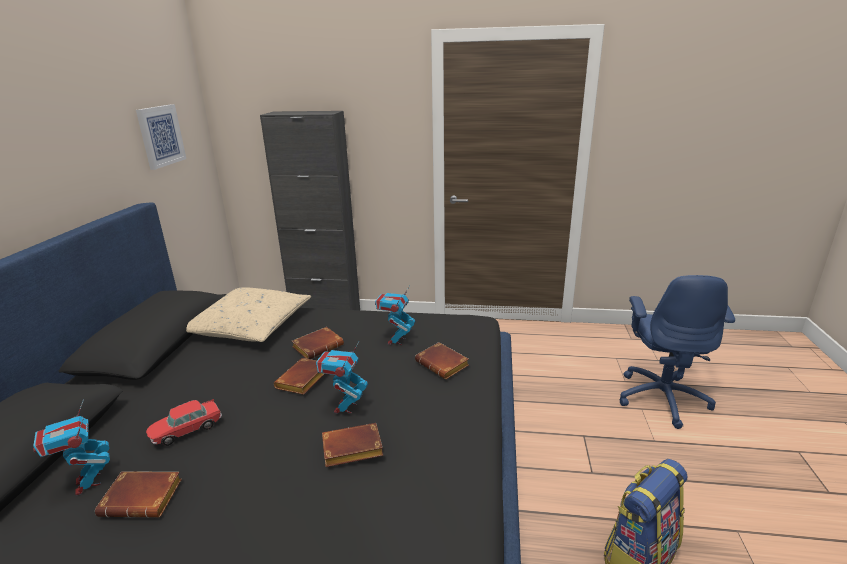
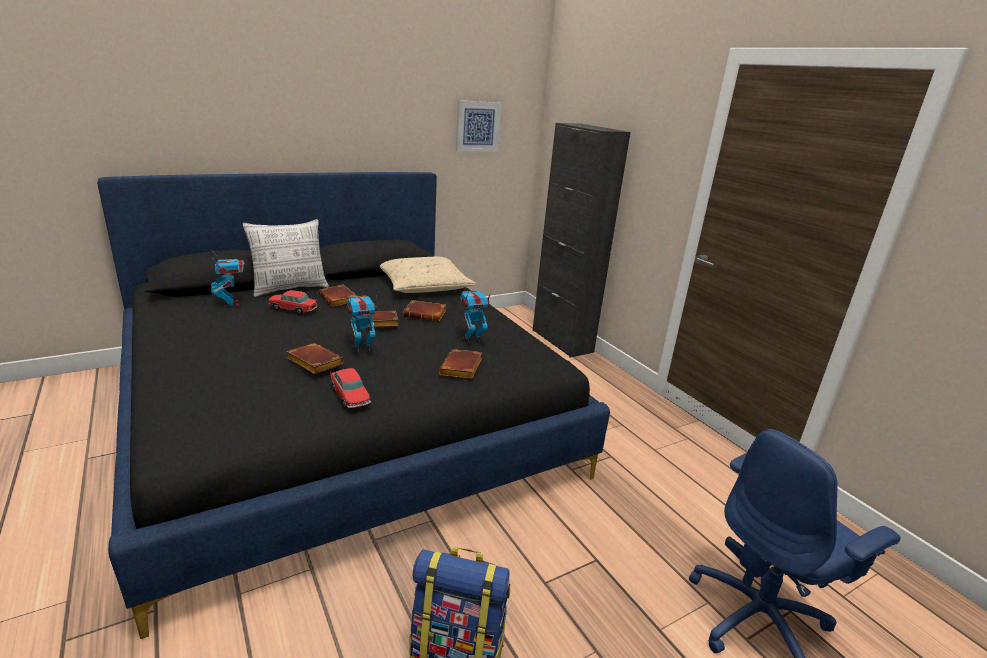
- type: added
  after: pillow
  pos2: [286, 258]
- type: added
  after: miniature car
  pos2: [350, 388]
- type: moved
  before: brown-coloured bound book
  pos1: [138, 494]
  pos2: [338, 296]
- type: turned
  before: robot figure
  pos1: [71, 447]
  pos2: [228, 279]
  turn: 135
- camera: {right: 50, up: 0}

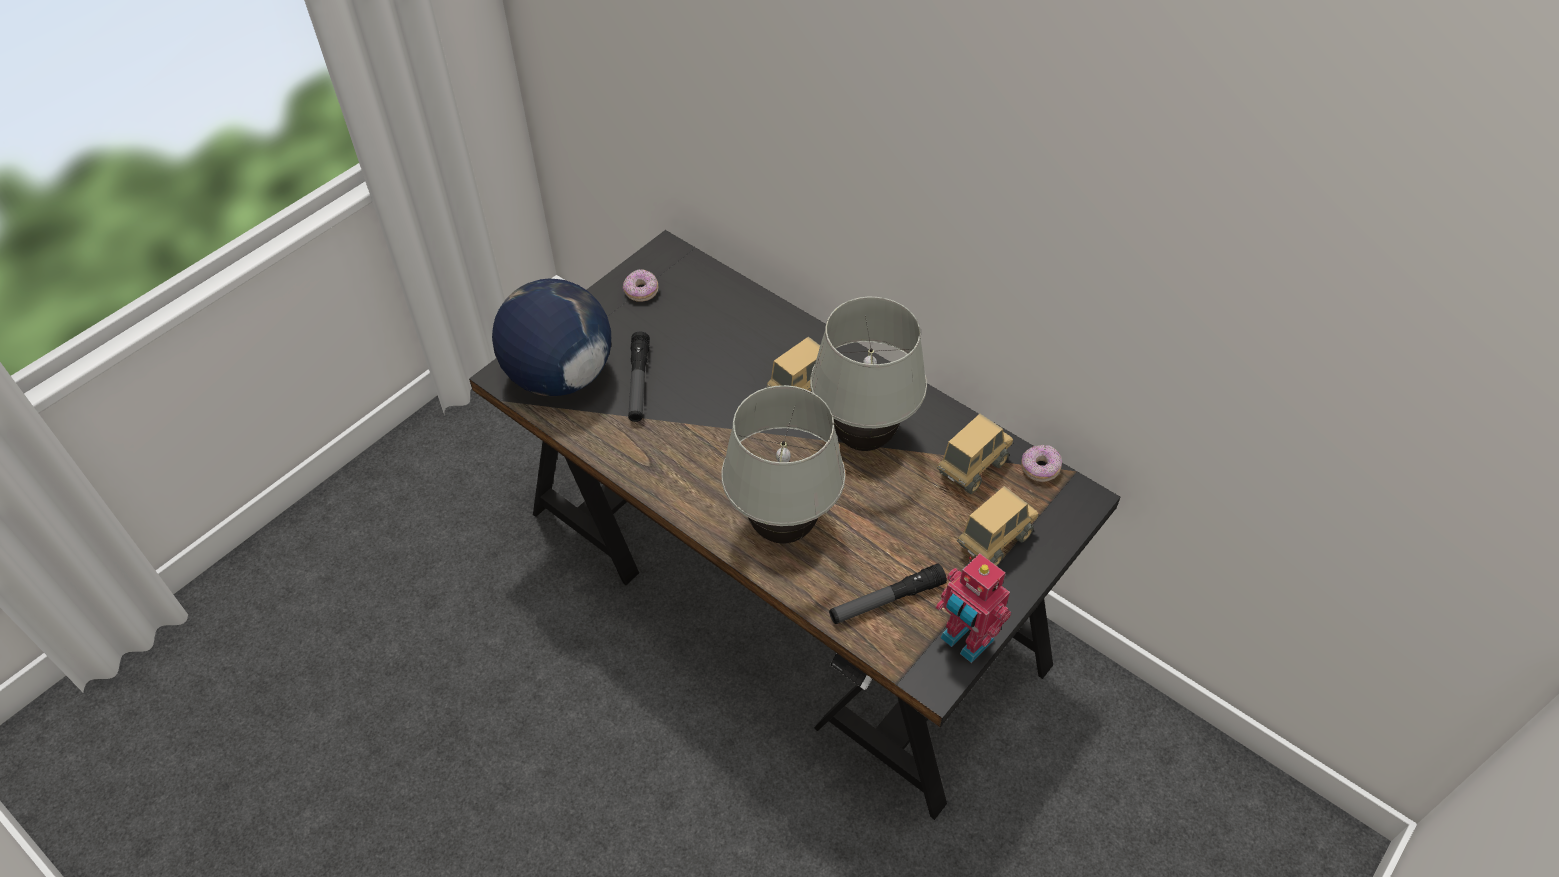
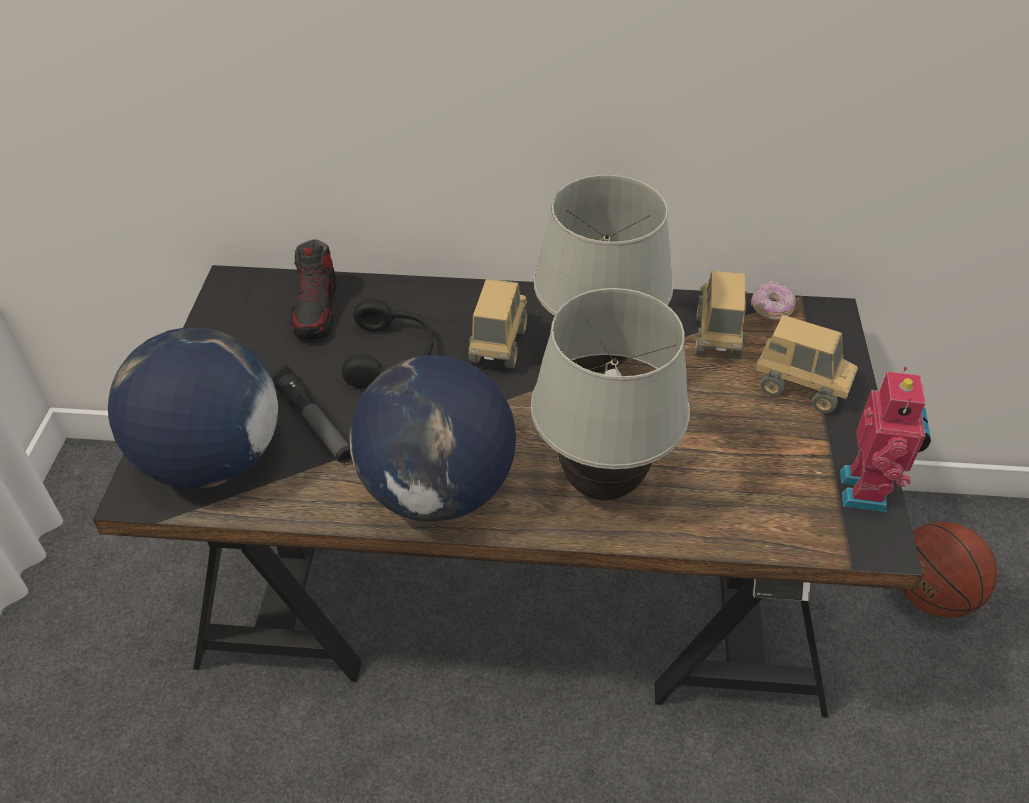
- type: removed
  before: donut
  pos1: [640, 285]
- type: removed
  before: hand torch
  pos1: [888, 593]
- type: added
  after: low shoe
  pos2: [314, 289]
- type: added
  after: black headphones
  pos2: [388, 344]
- type: added
  after: world globe
  pos2: [432, 438]
- type: added
  after: ball for basketball
  pos2: [949, 570]
- type: turned
  before: robot figure
  pos1: [973, 608]
  pos2: [885, 439]
  turn: -90
- type: turned
  before: toy truck
  pos1: [997, 526]
  pos2: [806, 364]
  turn: 105
- camera: {right: -35, up: -5}

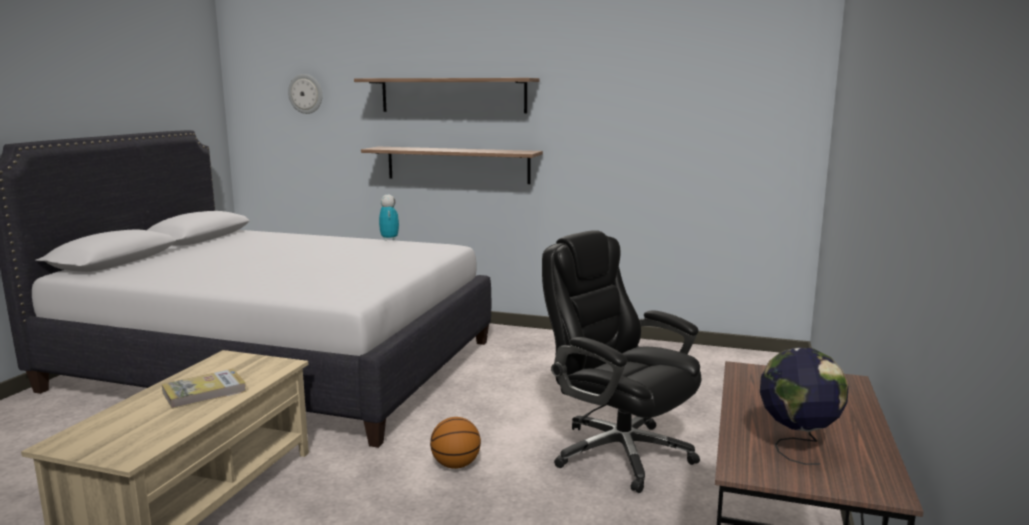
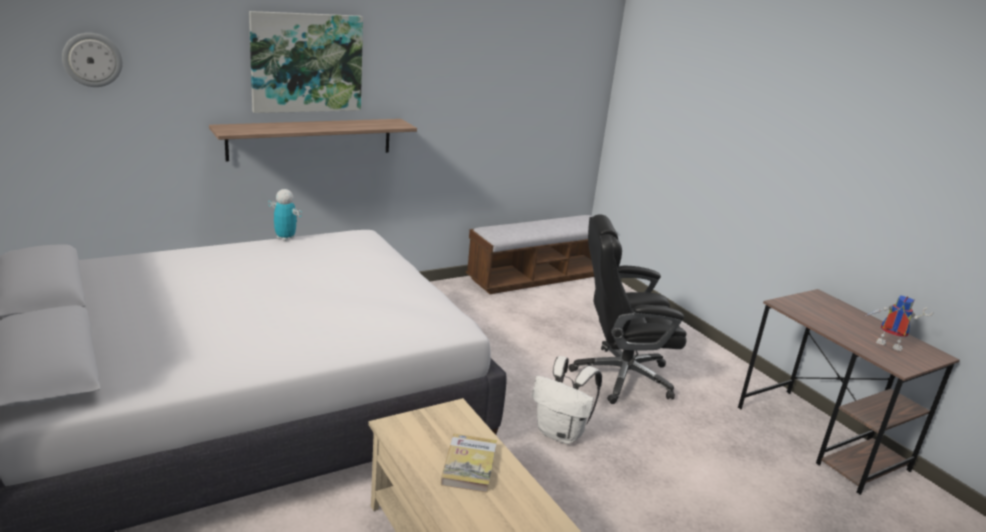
- type: added
  after: bench
  pos2: [530, 254]
- type: replaced
  before: wall shelf
  after: wall art
  pos1: [447, 95]
  pos2: [306, 62]
- type: replaced
  before: ball for basketball
  after: white-coloured knapsack
  pos1: [455, 443]
  pos2: [567, 400]
- type: replaced
  before: world globe
  after: robot figure
  pos1: [804, 406]
  pos2: [899, 323]
- camera: {right: -50, up: 10}

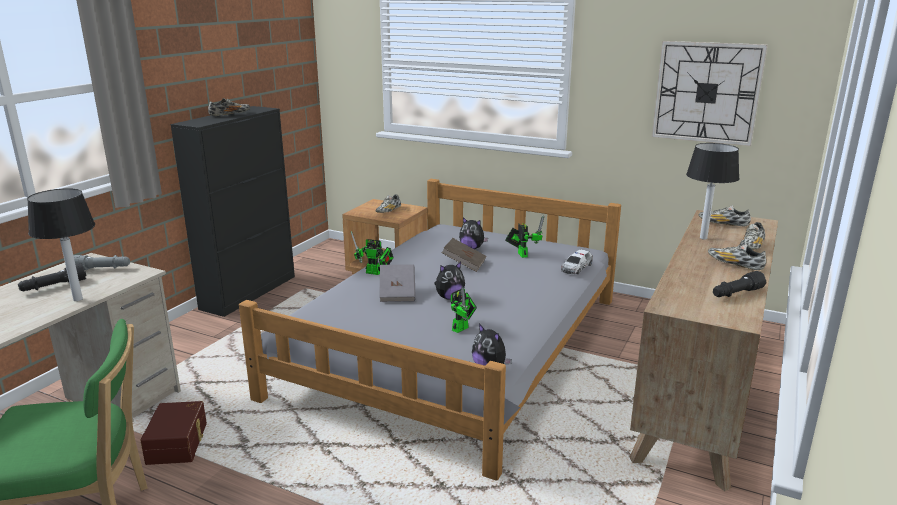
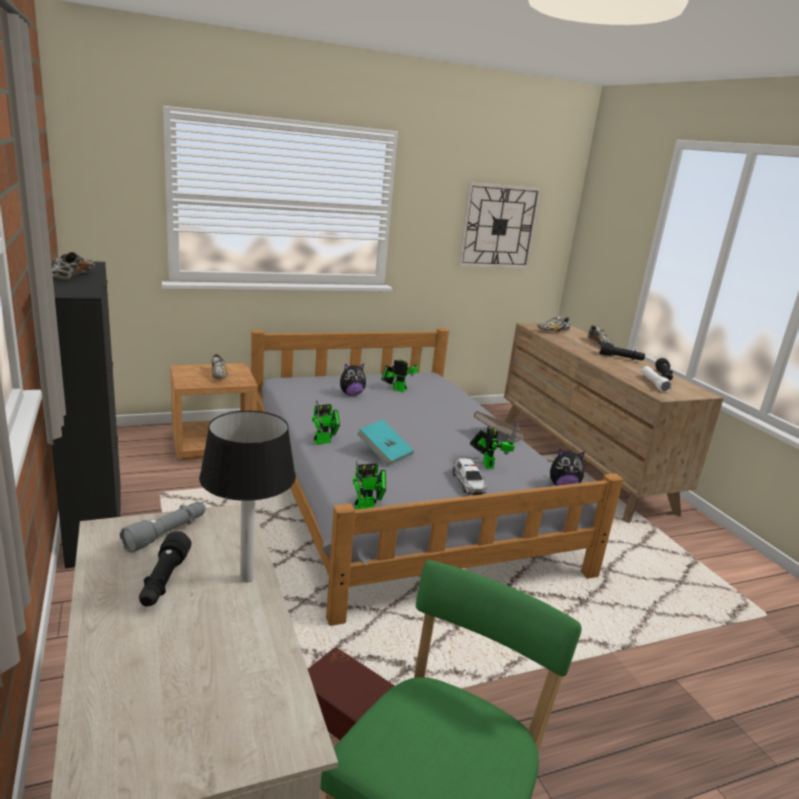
- type: removed
  before: soft toy
  pos1: [449, 281]
- type: removed
  before: tabletop lamp
  pos1: [713, 191]
- type: added
  after: robot figure
  pos2: [369, 484]
- type: added
  after: white-coloured hand torch
  pos2: [656, 379]
- type: moved
  before: brown-coloured bound book
  pos1: [464, 255]
  pos2: [499, 425]
- type: moved
  before: miniature car
  pos1: [577, 262]
  pos2: [469, 476]
- type: replaced
  before: low shoe
  after: black hand torch
  pos1: [737, 257]
  pos2: [622, 351]
- type: recoloured
  before: gray bound book
  after: blue-green bound book
  pos1: [397, 283]
  pos2: [385, 443]
- camera: {right: -50, up: 0}

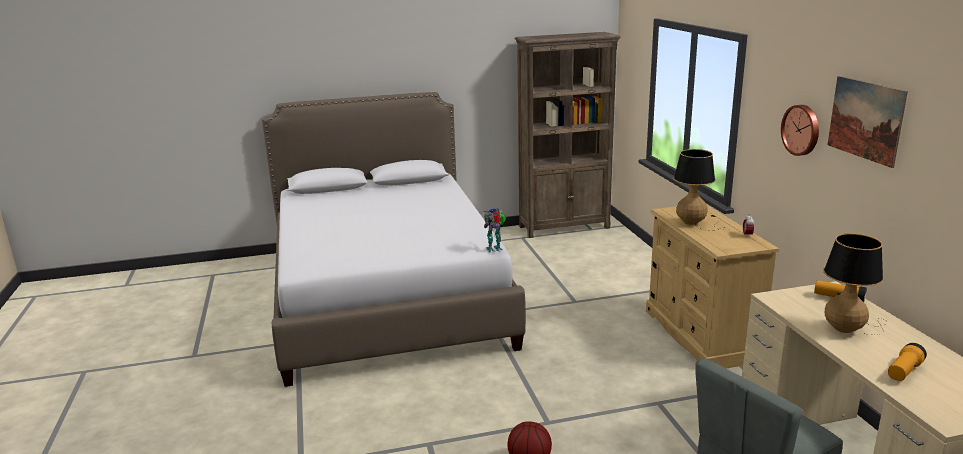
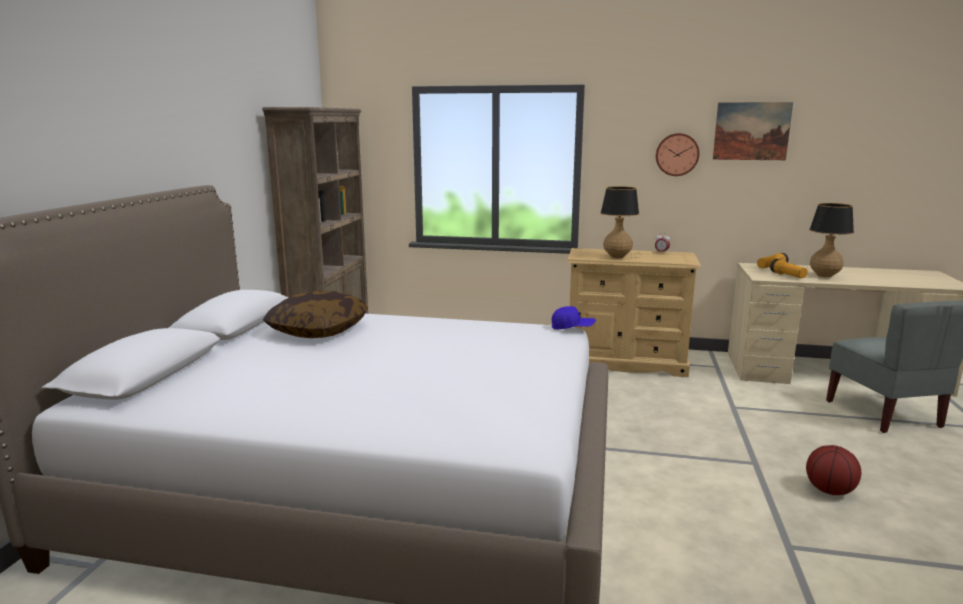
- type: added
  after: pillow
  pos2: [315, 314]
- type: moved
  before: hand torch
  pos1: [907, 362]
  pos2: [788, 268]
- type: replaced
  before: robot figure
  after: bluish baseball cap
  pos1: [494, 230]
  pos2: [574, 318]
- camera: {right: -65, up: -5}

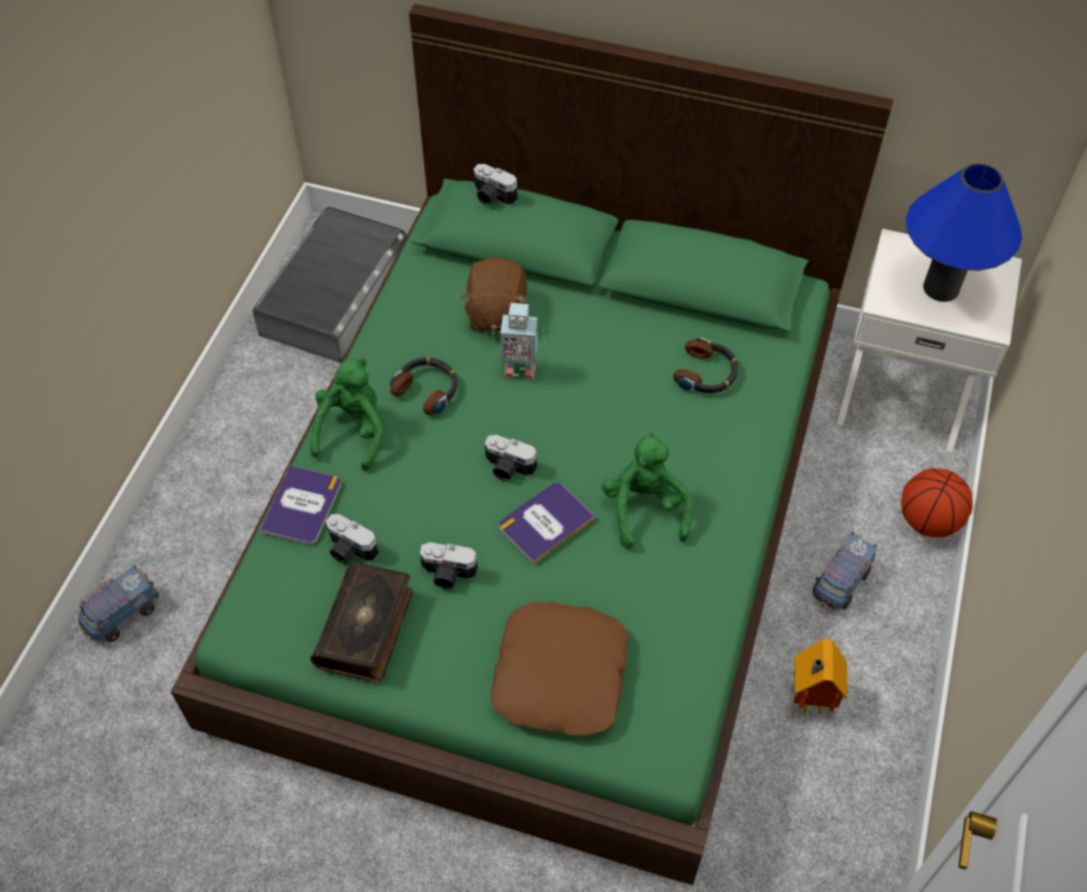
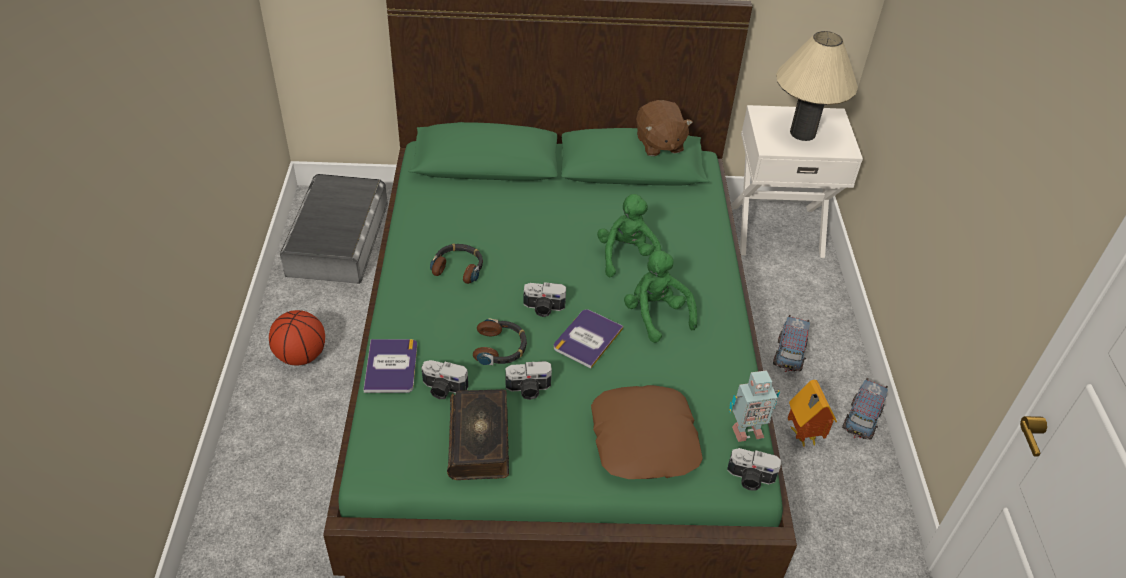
- type: moved
  before: toy truck
  pos1: [118, 603]
  pos2: [865, 409]
- type: moved
  before: greenish soft toy
  pos1: [347, 414]
  pos2: [629, 235]
- type: moved
  before: brown-coloured soft toy
  pos1: [494, 295]
  pos2: [664, 128]
- type: moved
  before: still camera
  pos1: [496, 185]
  pos2: [754, 469]
- type: moved
  before: robot figure
  pos1: [518, 341]
  pos2: [754, 406]
- type: moved
  before: headphones
  pos1: [705, 365]
  pos2: [500, 341]
- type: moved
  before: ball for basketball
  pos1: [937, 502]
  pos2: [297, 337]
- type: recoloured
  before: bluish tabletop lamp
  after: beige-coloured tabletop lamp
  pos1: [964, 233]
  pos2: [817, 86]
- camera: {right: -20, up: -10}

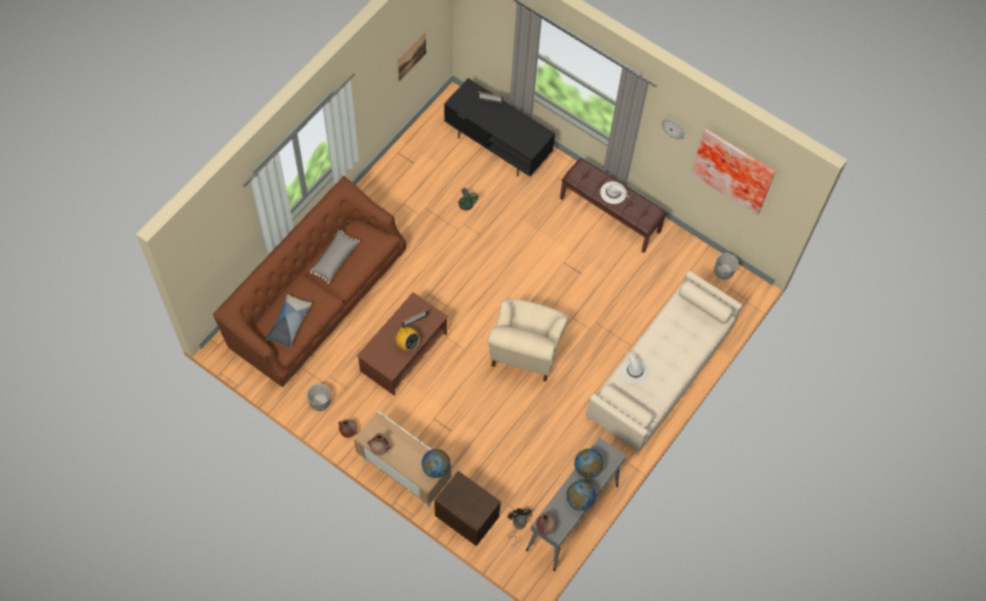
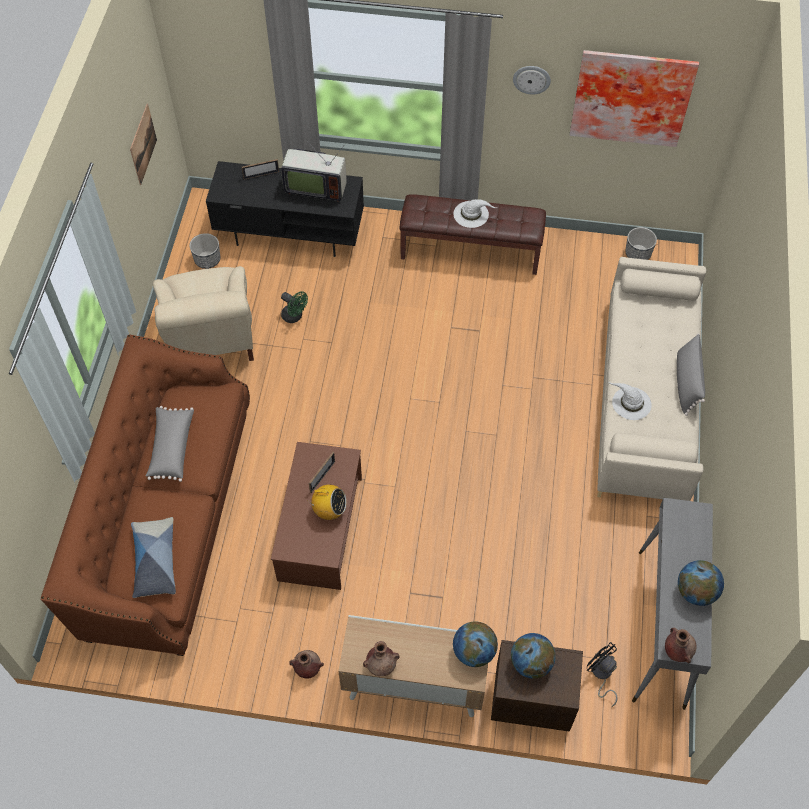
- type: added
  after: television
  pos2: [314, 171]
- type: added
  after: gray pillow
  pos2: [691, 374]
- type: moved
  before: plant pot
  pos1: [319, 397]
  pos2: [205, 251]
- type: moved
  before: beige-coloured easy chair
  pos1: [527, 340]
  pos2: [203, 313]
- type: moved
  before: world globe
  pos1: [589, 463]
  pos2: [533, 656]
- camera: {right: -25, up: -5}

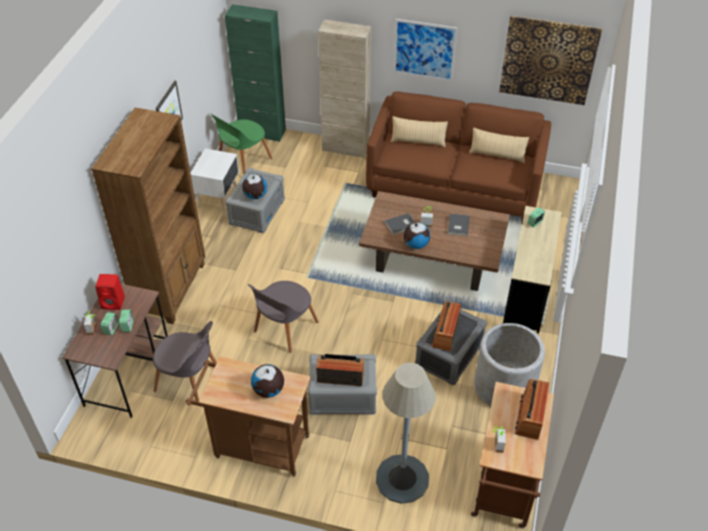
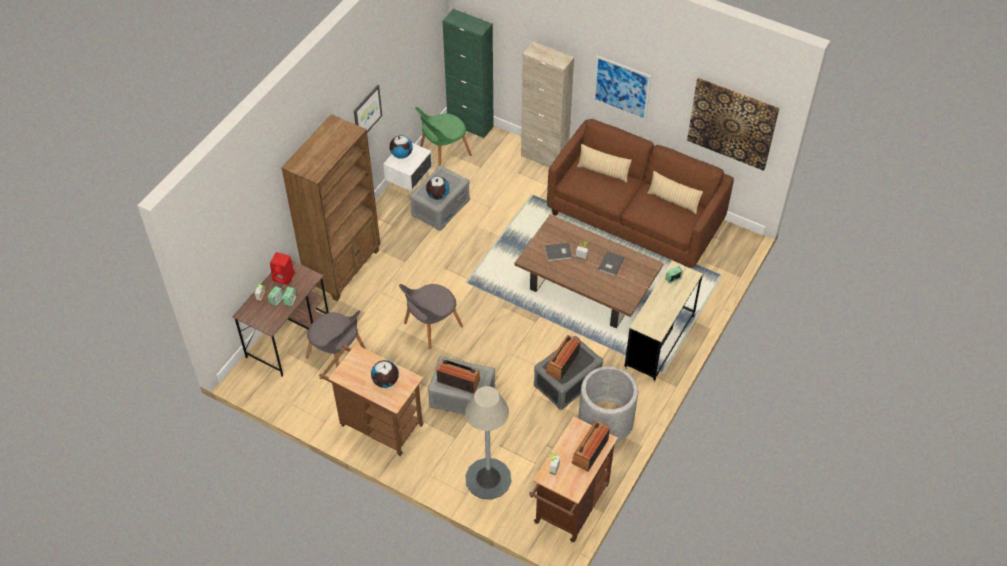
- type: moved
  before: world globe
  pos1: [417, 235]
  pos2: [401, 147]
- camera: {right: 15, up: 5}

